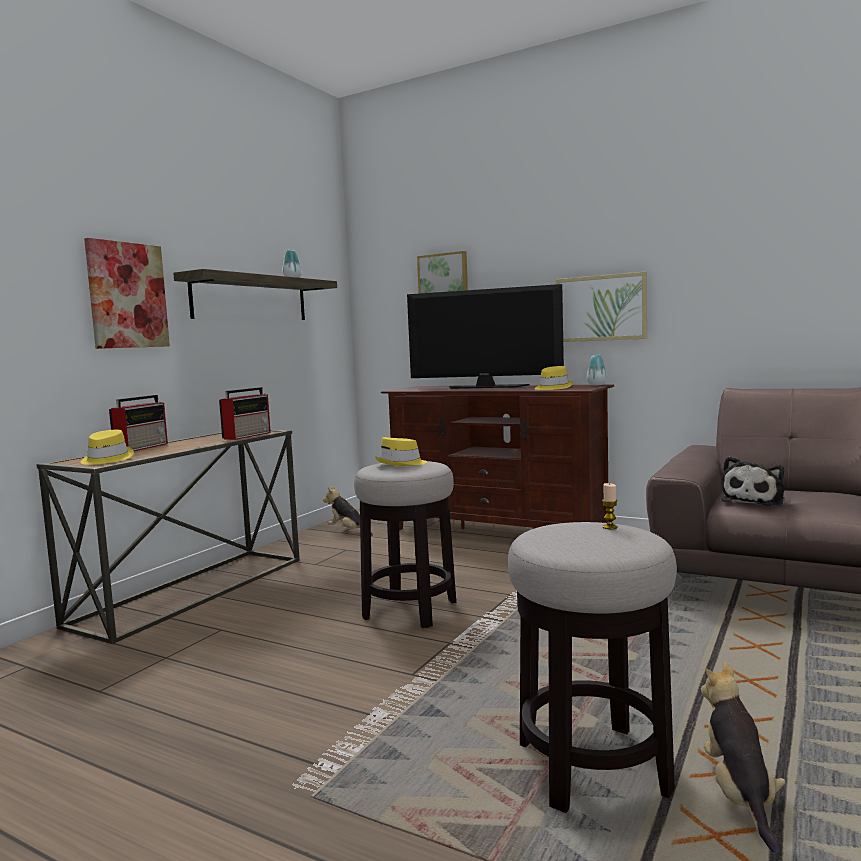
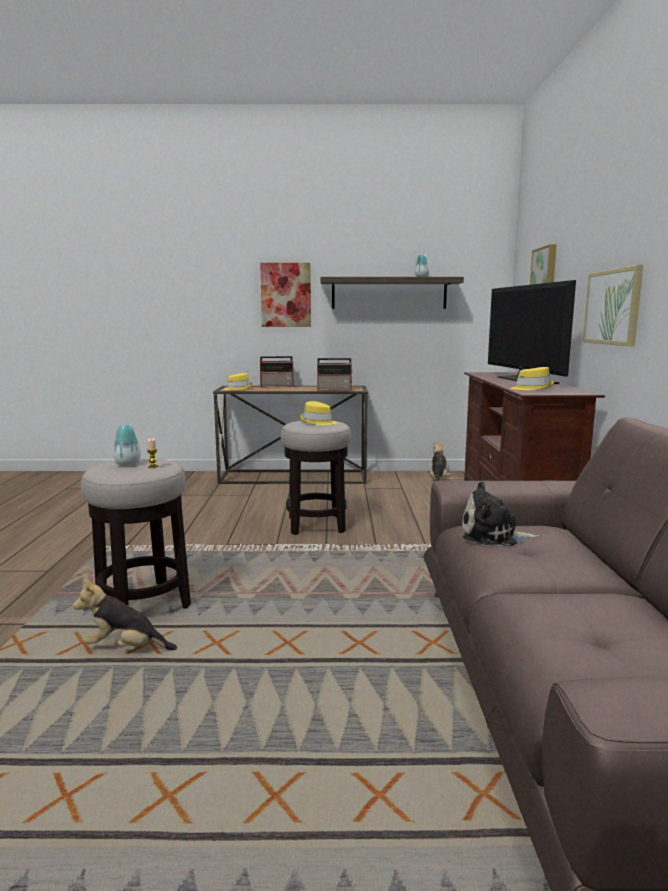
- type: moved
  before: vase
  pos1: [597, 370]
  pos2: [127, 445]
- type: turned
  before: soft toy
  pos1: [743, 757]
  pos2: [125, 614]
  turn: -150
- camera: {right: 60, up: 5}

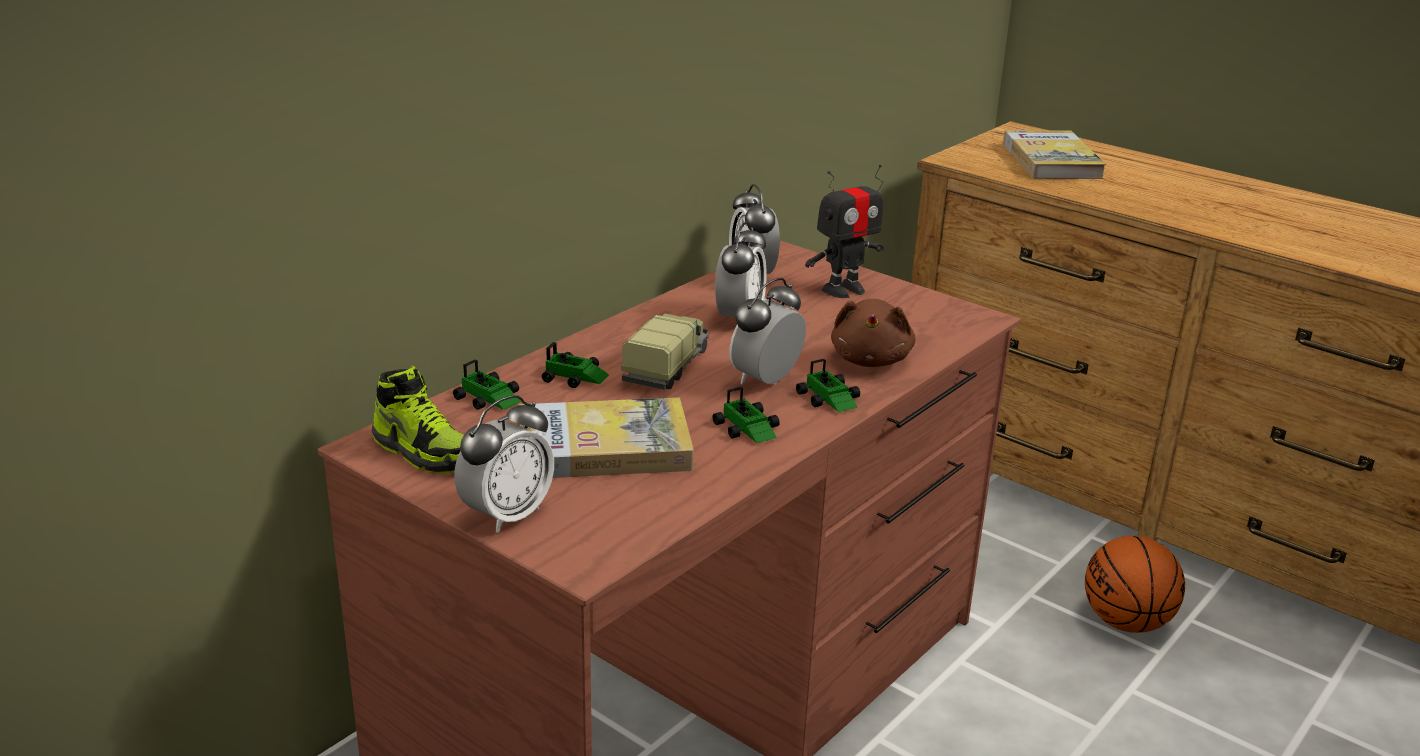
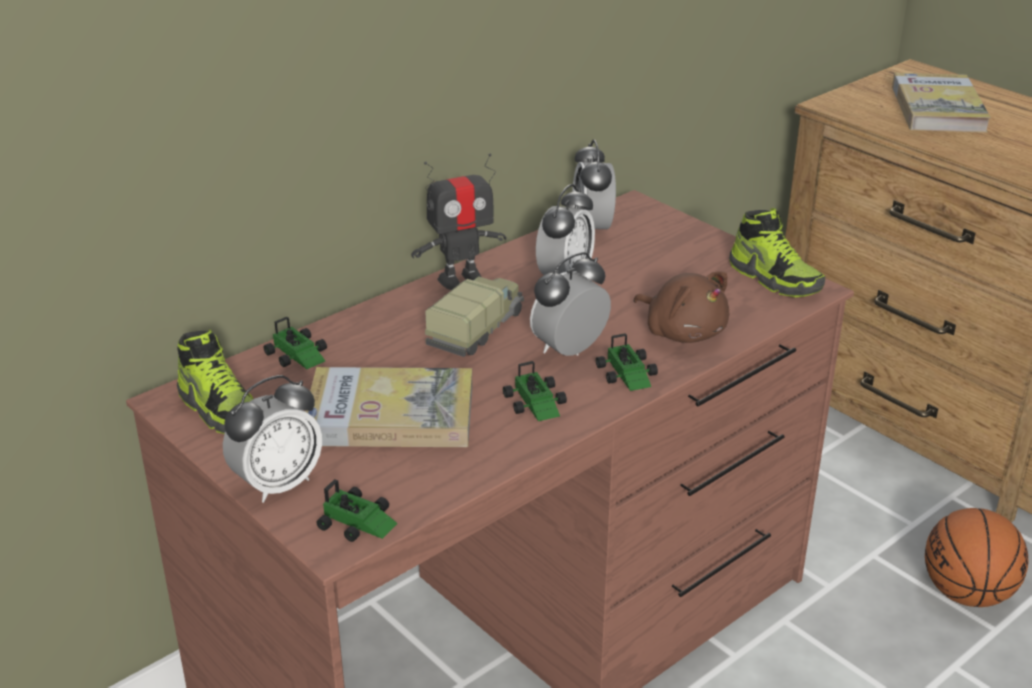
- type: added
  after: low shoe
  pos2: [777, 252]
- type: moved
  before: miniature car
  pos1: [575, 365]
  pos2: [357, 510]
- type: moved
  before: robot figure
  pos1: [844, 231]
  pos2: [459, 221]
- type: turned
  before: brown-coloured soft toy
  pos1: [873, 333]
  pos2: [681, 307]
  turn: -60
- camera: {right: 10, up: 5}

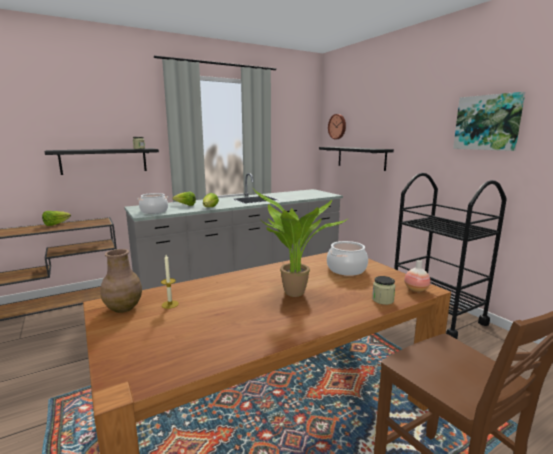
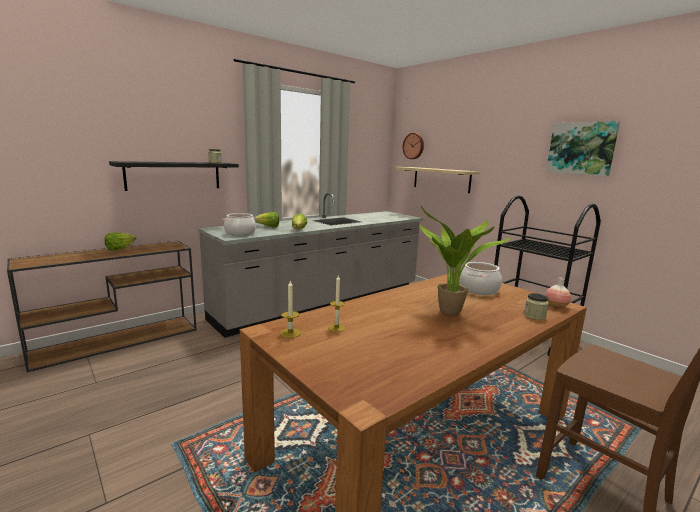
- type: replaced
  before: brown-coloured vase
  after: wax light
  pos1: [121, 281]
  pos2: [290, 309]
- type: recoloured
  before: black wall shelf
  after: beige-coloured wall shelf
  pos1: [356, 159]
  pos2: [437, 180]
- camera: {right: -10, up: 0}

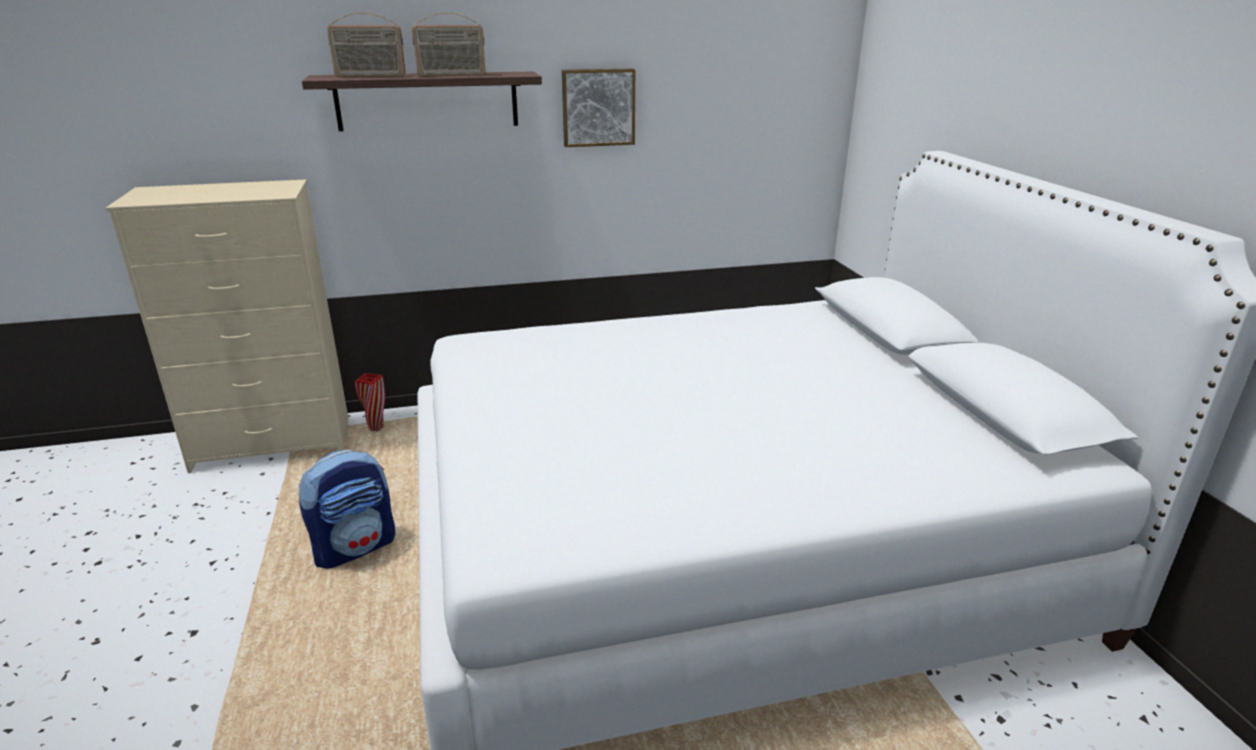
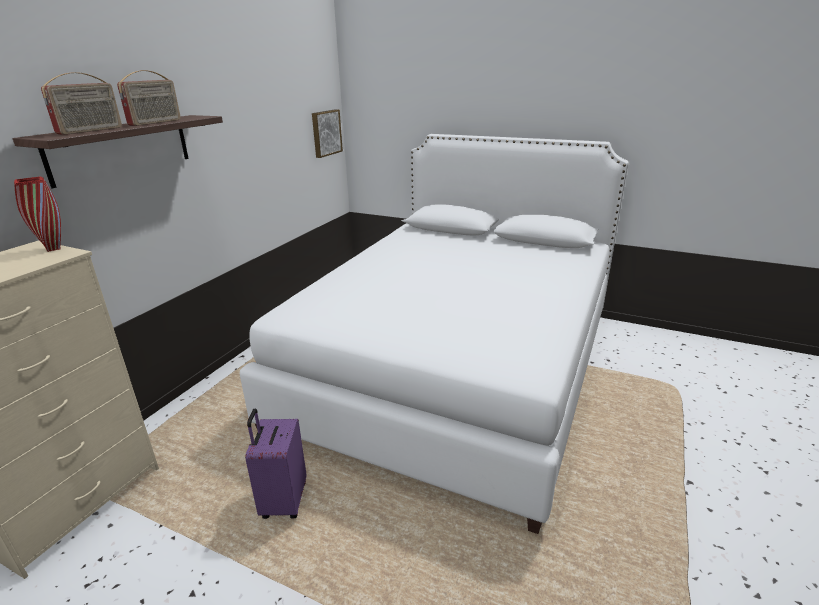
- type: moved
  before: red vase
  pos1: [369, 402]
  pos2: [37, 214]
- type: moved
  before: wall art
  pos1: [598, 108]
  pos2: [327, 133]
- type: replaced
  before: knapsack
  after: purple-coloured suitcase
  pos1: [347, 509]
  pos2: [275, 464]
- camera: {right: -50, up: 0}

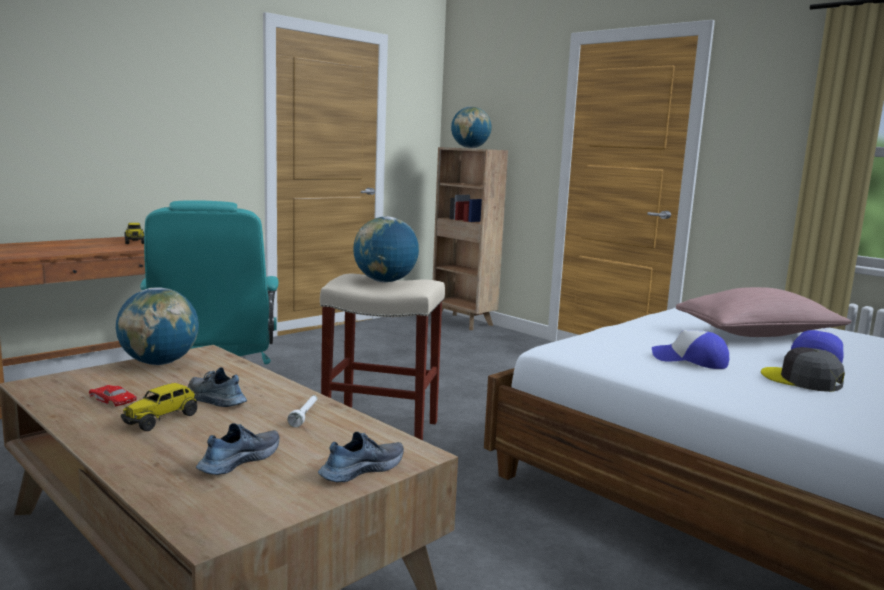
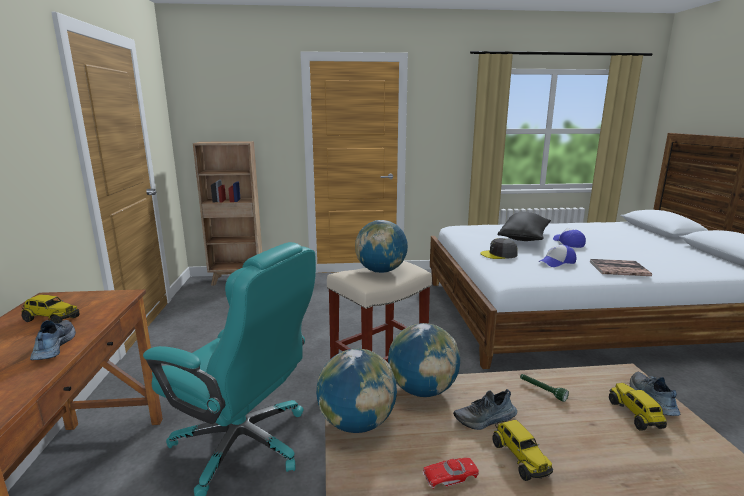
- type: added
  after: bound book
  pos2: [621, 267]
- type: added
  after: toy truck
  pos2: [638, 406]
- type: moved
  before: low shoe
  pos1: [237, 449]
  pos2: [53, 340]
- type: moved
  before: world globe
  pos1: [471, 127]
  pos2: [424, 360]
- type: moved
  before: gray baseball cap
  pos1: [803, 369]
  pos2: [499, 248]
- type: recoloured
  before: white-coloured hand torch
  after: greenish hand torch
  pos1: [302, 411]
  pos2: [544, 388]
- type: recoloured
  before: pink-coloured pillow
  after: black pillow
  pos1: [764, 312]
  pos2: [524, 226]
- camera: {right: -50, up: 5}

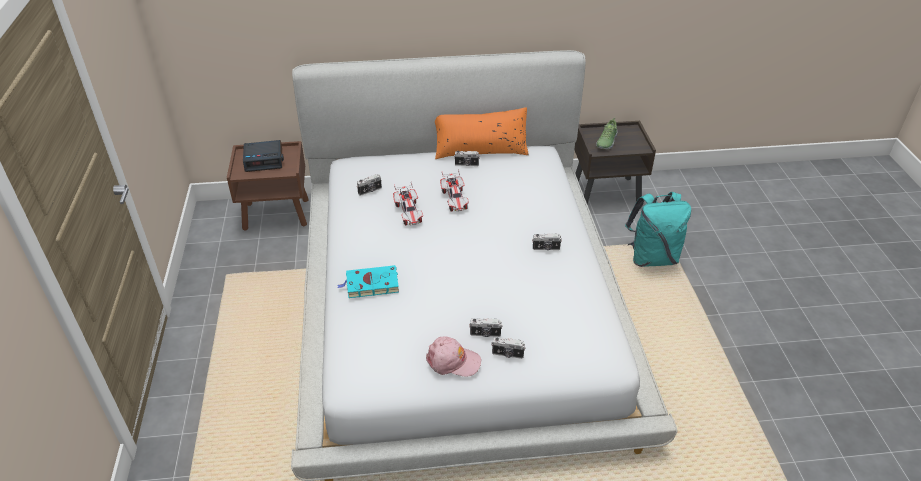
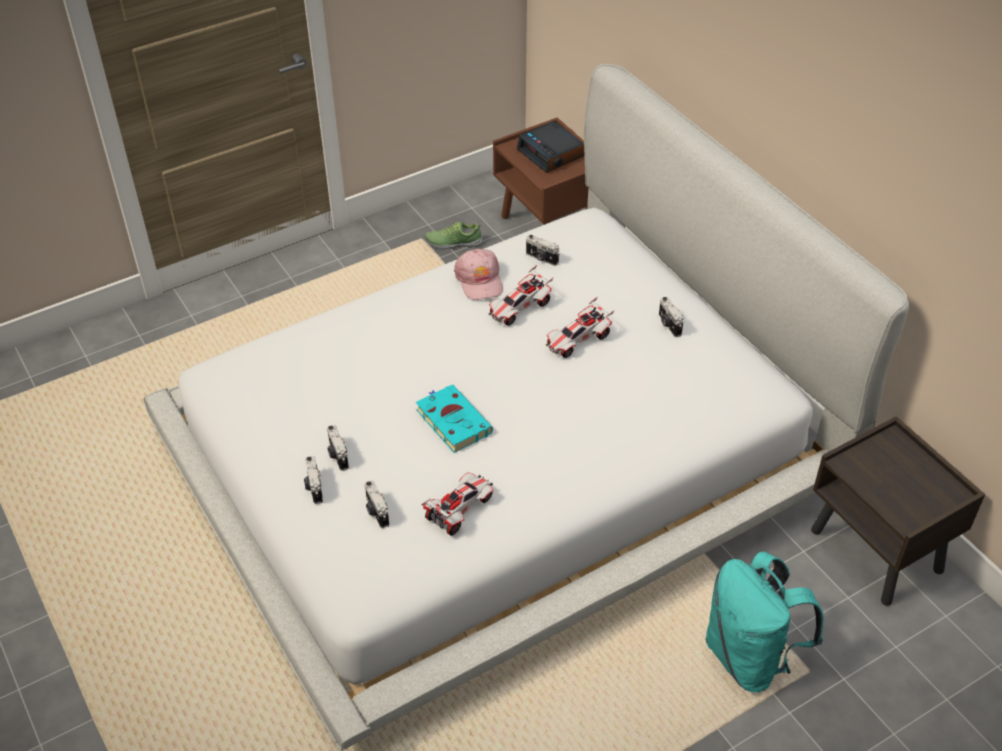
- type: removed
  before: orange pillow
  pos1: [482, 133]
- type: added
  after: miniature car
  pos2: [457, 504]
- type: moved
  before: blue-green bound book
  pos1: [368, 281]
  pos2: [454, 418]
- type: moved
  before: pink-coloured baseball cap
  pos1: [453, 356]
  pos2: [478, 274]
- type: moved
  before: still camera
  pos1: [547, 242]
  pos2: [376, 504]
- type: moved
  before: low shoe
  pos1: [607, 134]
  pos2: [453, 236]
- camera: {right: 65, up: 5}

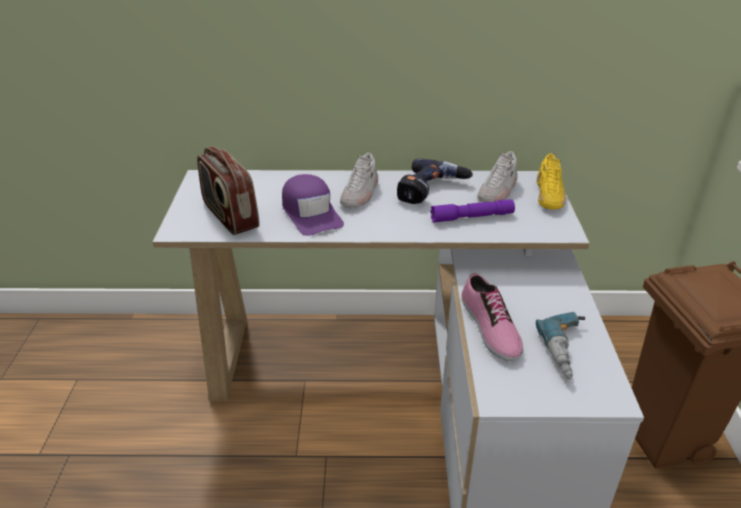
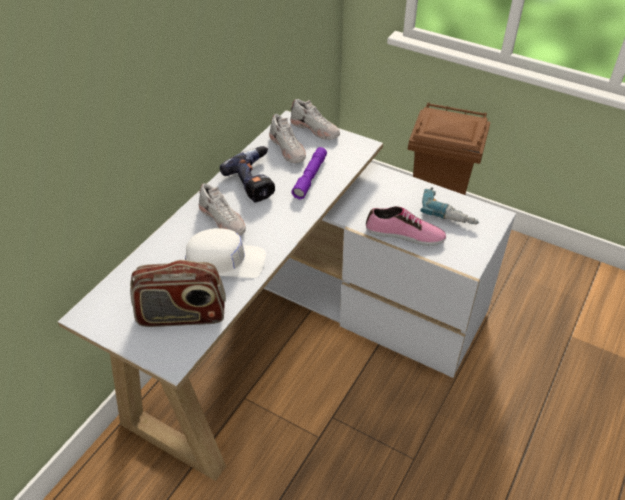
- type: recoloured
  before: purple-coloured baseball cap
  after: white-coloured baseball cap
  pos1: [313, 205]
  pos2: [225, 253]
- type: recoloured
  before: yellow-coloured low shoe
  after: white-coloured low shoe
  pos1: [551, 181]
  pos2: [315, 119]
- camera: {right: -60, up: 10}

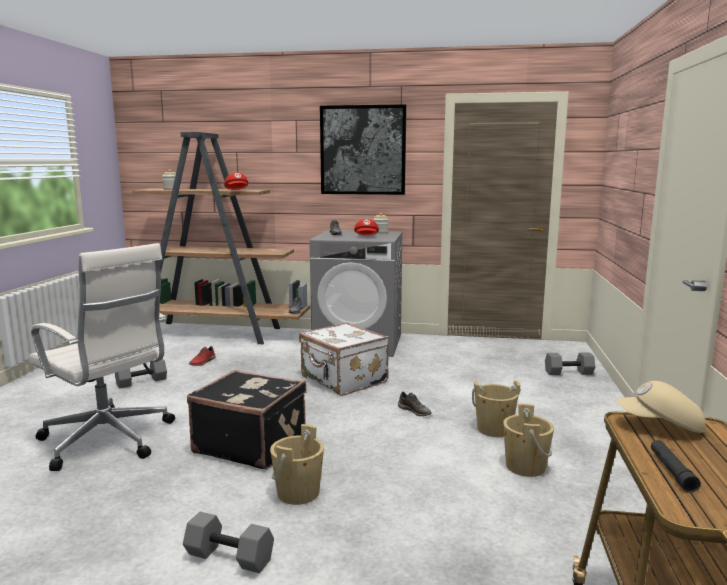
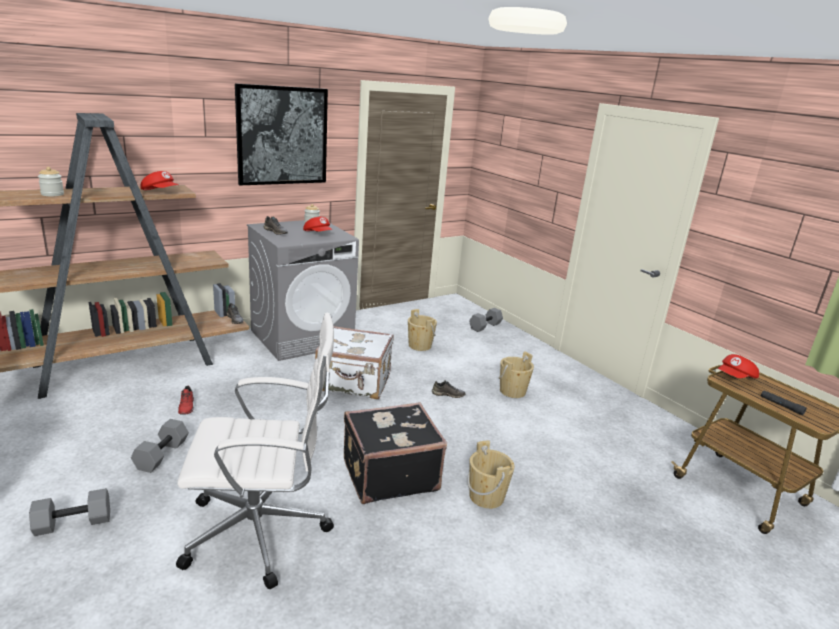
- type: moved
  before: gray hand weight
  pos1: [228, 542]
  pos2: [69, 512]
- type: moved
  before: beige-coloured pail
  pos1: [528, 440]
  pos2: [422, 330]
- type: recoloured
  before: beige-coloured baseball cap
  after: red baseball cap
  pos1: [661, 407]
  pos2: [738, 366]
- camera: {right: -45, up: 10}

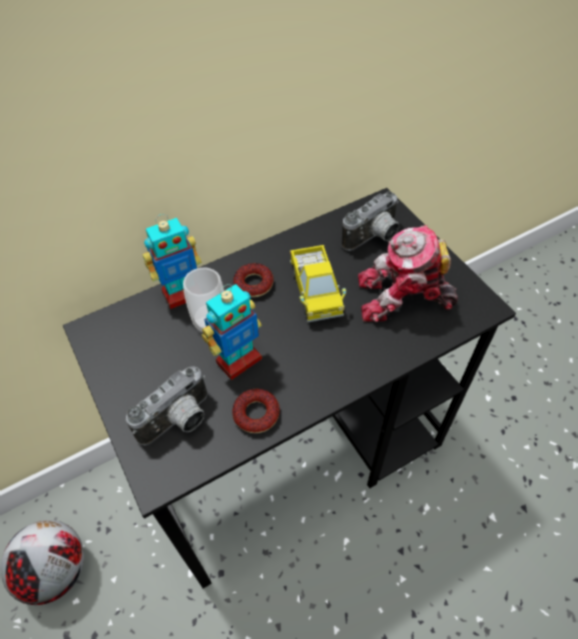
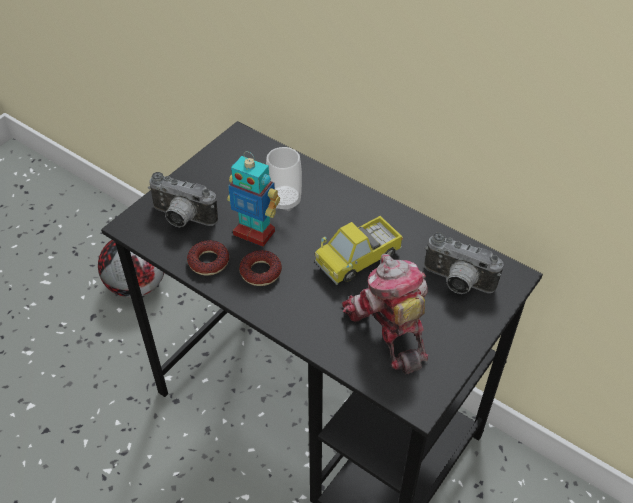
- type: removed
  before: robot figure
  pos1: [172, 261]
- type: moved
  before: donut
  pos1: [253, 280]
  pos2: [260, 268]
- camera: {right: 65, up: -5}

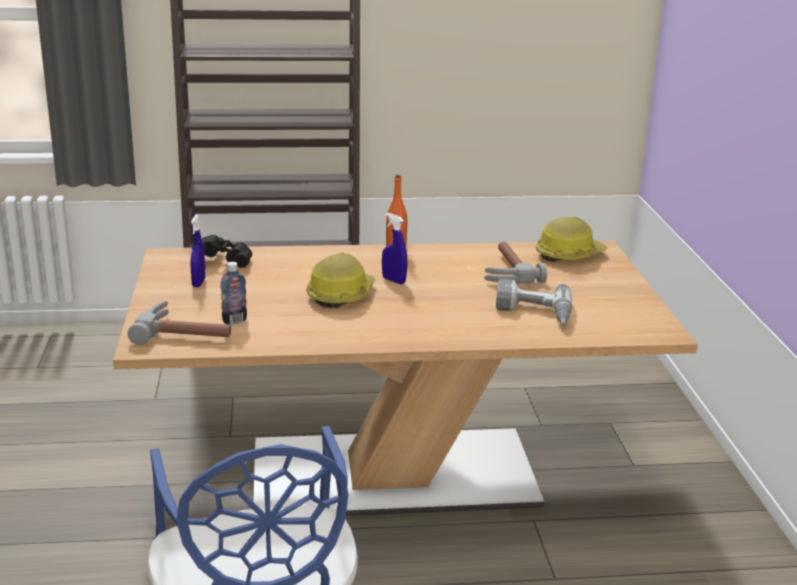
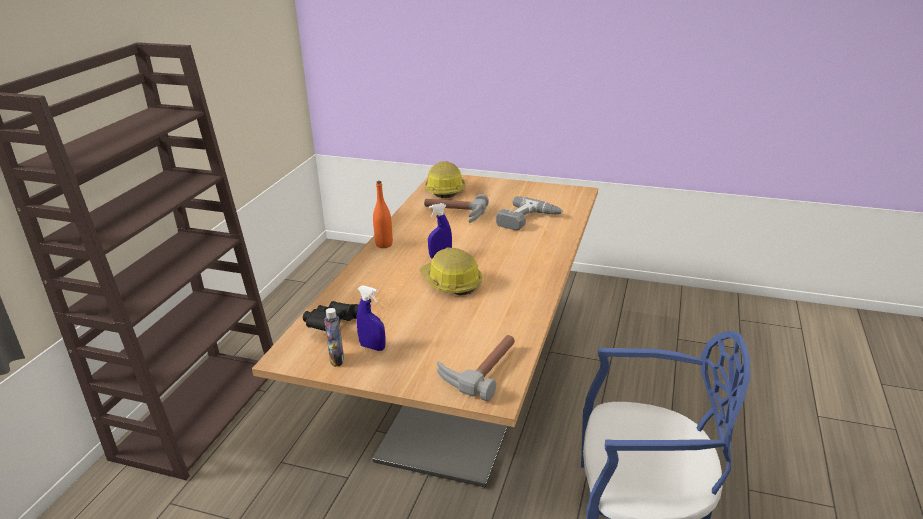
- type: moved
  before: beverage bottle
  pos1: [233, 293]
  pos2: [334, 337]
- camera: {right: -65, up: 5}

